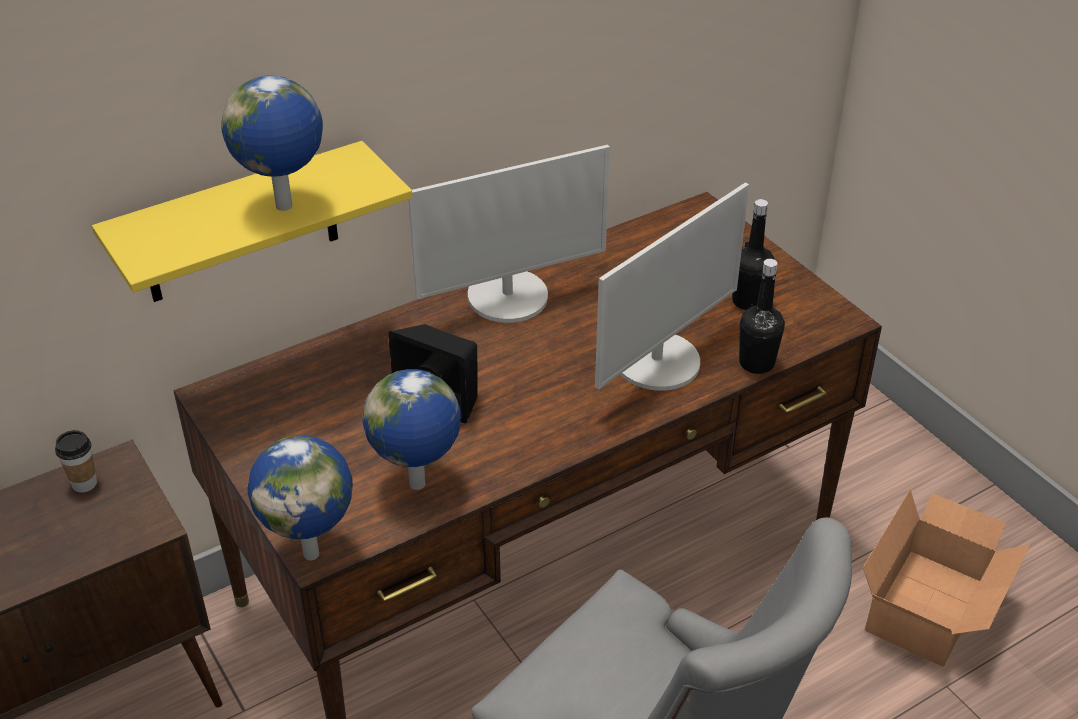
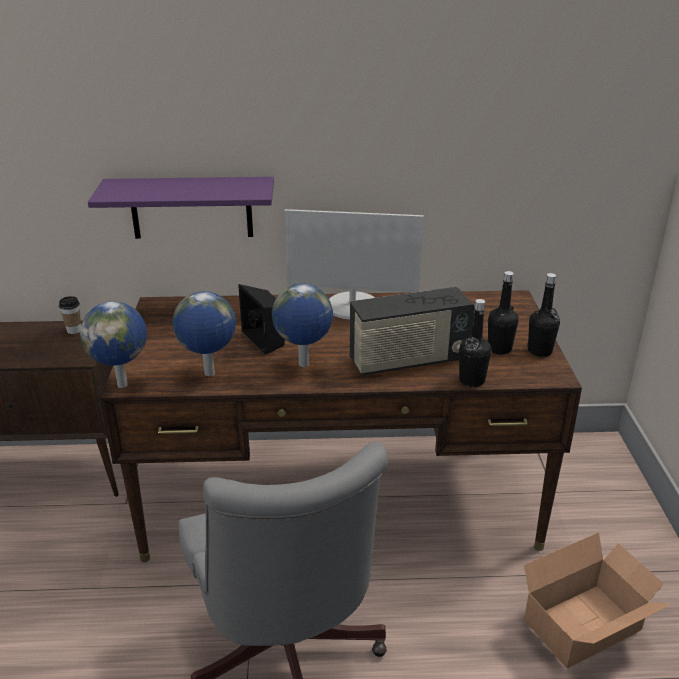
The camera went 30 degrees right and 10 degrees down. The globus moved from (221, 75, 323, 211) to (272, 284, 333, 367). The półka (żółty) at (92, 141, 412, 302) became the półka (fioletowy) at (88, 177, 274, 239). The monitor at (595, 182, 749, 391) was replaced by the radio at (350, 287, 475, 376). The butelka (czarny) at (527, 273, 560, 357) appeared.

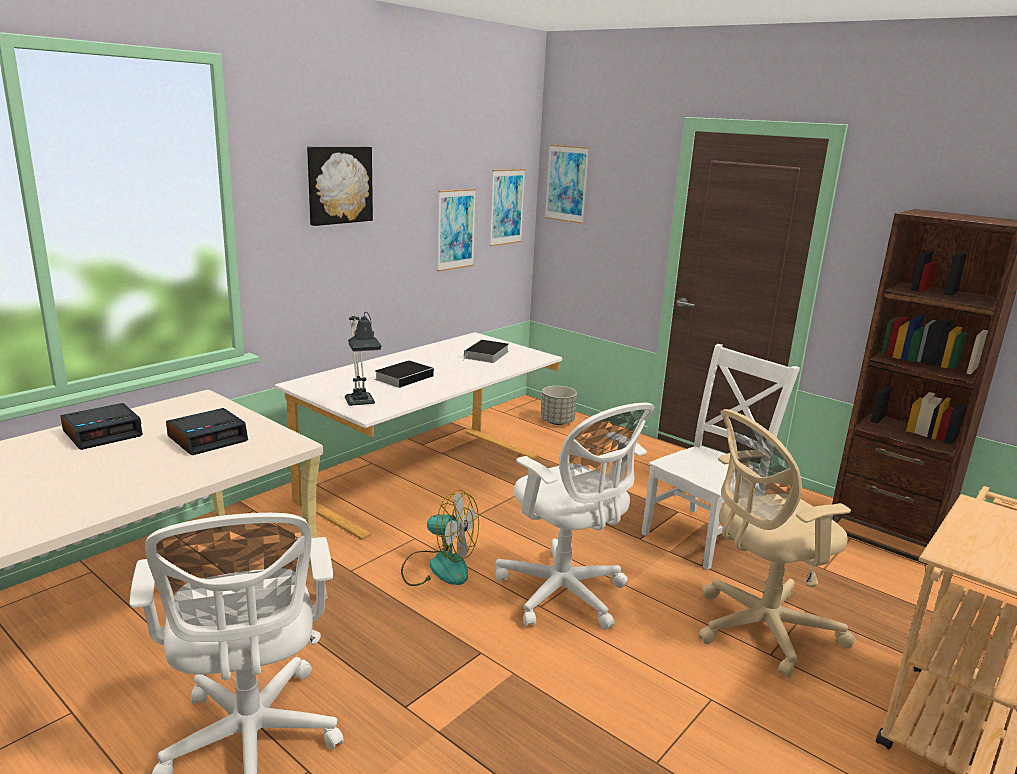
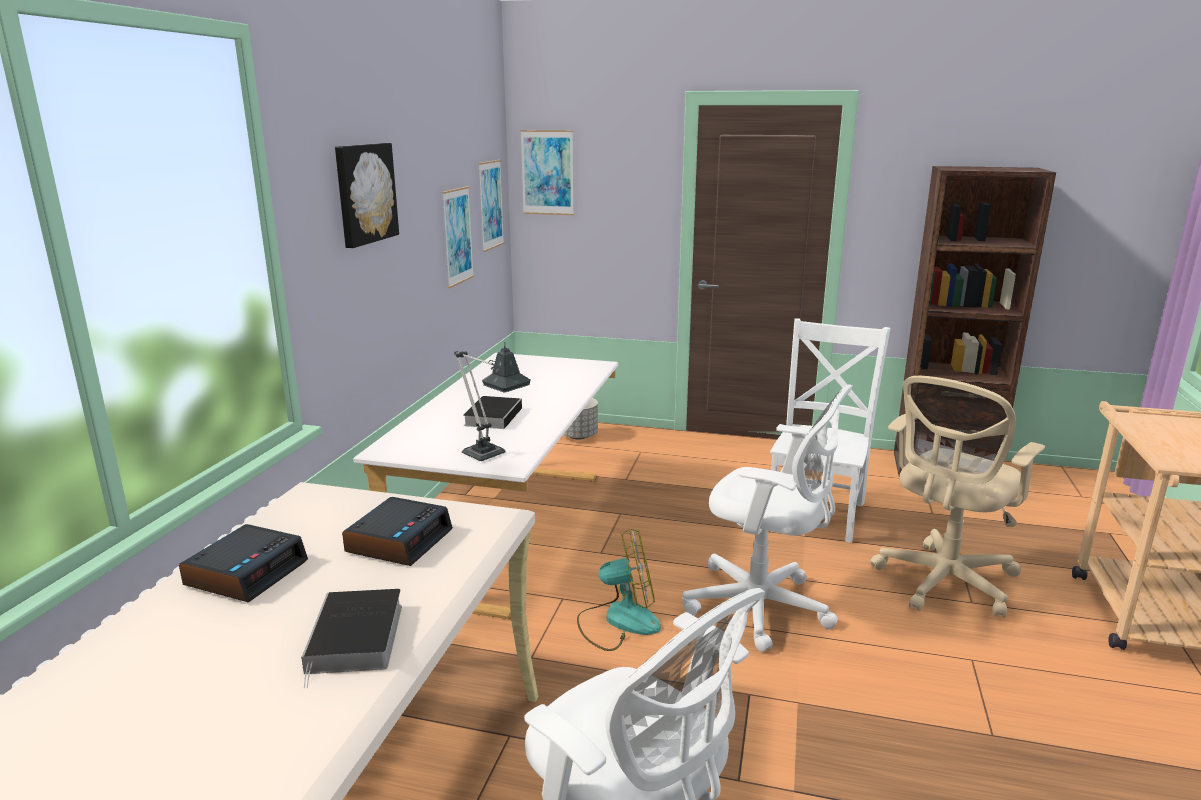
The camera went 25 degrees left and 0 degrees up. The książka moved from (462, 340, 509, 363) to (301, 589, 402, 688).

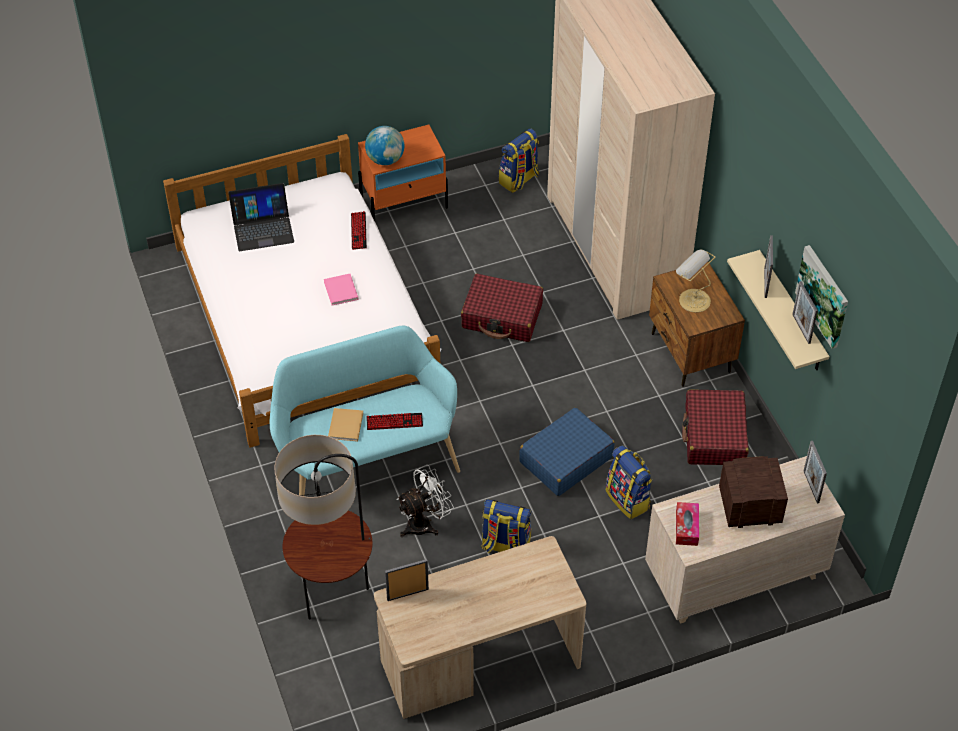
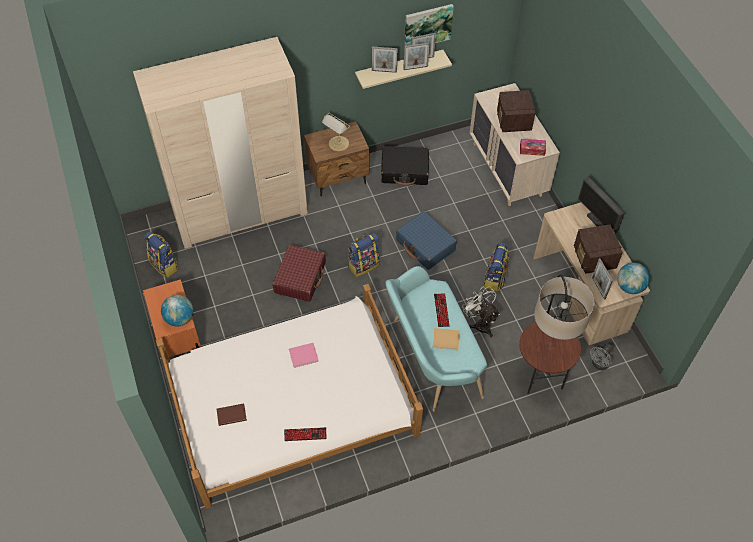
The camera went 90 degrees left and 5 degrees up. The laptop at (228, 183, 294, 251) was replaced by the książka (brązowy) at (217, 403, 247, 426). The klawiatura moved from (351, 211, 367, 250) to (284, 427, 327, 441). The walizka (czerwony) at (682, 389, 749, 465) became the walizka (czarny) at (381, 146, 429, 186). The ramka na zdjęcie moved from (804, 441, 827, 503) to (403, 42, 430, 70). The plecak moved from (606, 445, 652, 519) to (348, 233, 380, 277). The monitor at (578, 177, 625, 233) appeared. The radio at (574, 224, 623, 274) appeared. The globus at (617, 263, 650, 294) appeared. The wentylator (szary) at (590, 344, 613, 370) appeared.

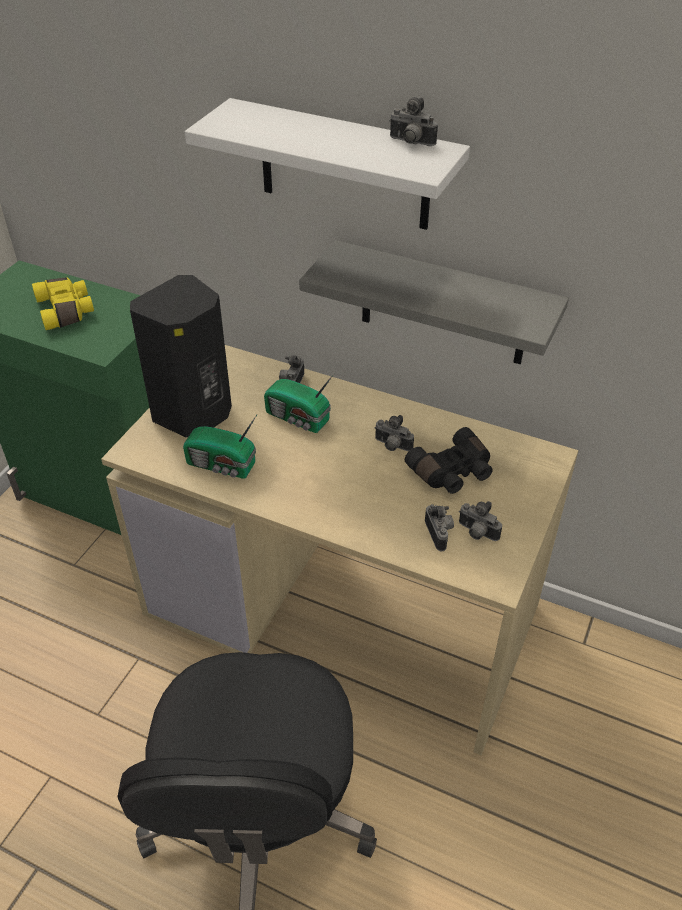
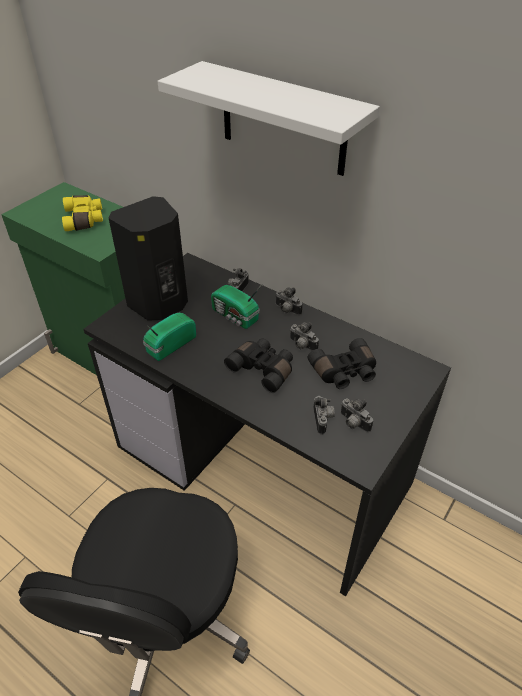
The camera went 10 degrees right and 0 degrees up. The aparat fotograficzny moved from (389, 97, 438, 146) to (275, 287, 302, 315). The półka (szary) at (299, 240, 569, 364) disappeared. The biurko (beżowy) at (101, 345, 578, 755) became the biurko (czarny) at (83, 253, 451, 596). The radio at (183, 415, 257, 479) turned 105 degrees clockwise. The lornetka (czarny) at (224, 338, 293, 393) appeared.

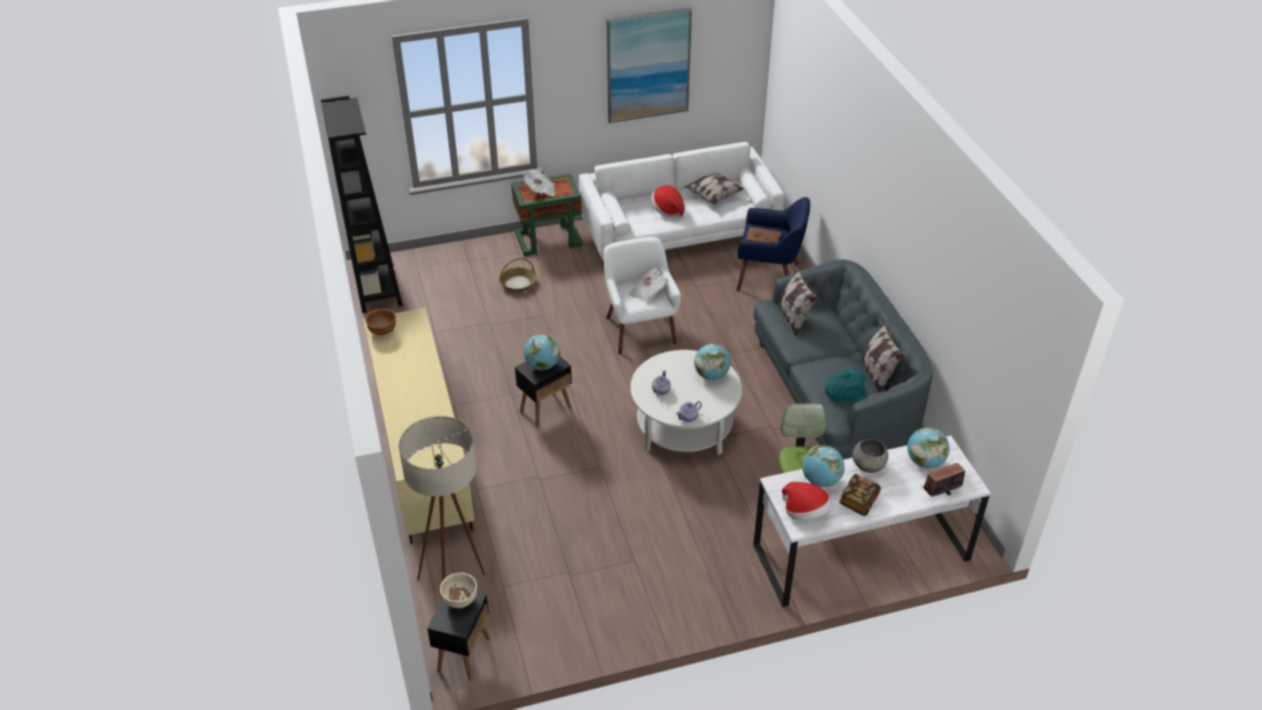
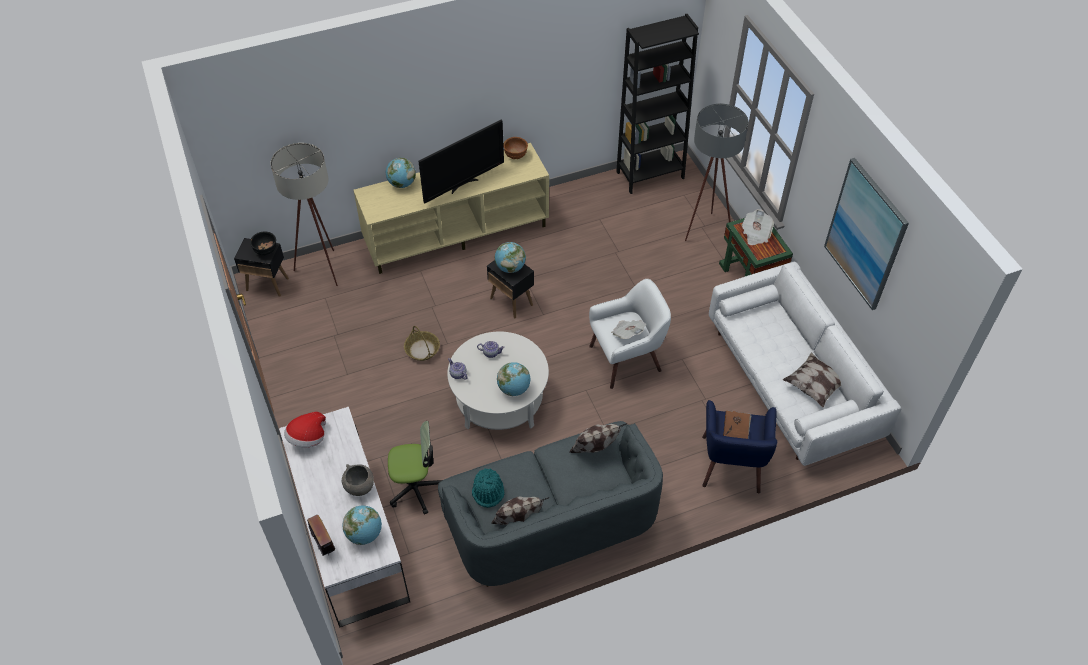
The camera went 85 degrees right and 10 degrees up. The kapelusz at (651, 185, 685, 218) disappeared. The koszyk moved from (499, 258, 536, 292) to (404, 326, 440, 361). The globus moved from (802, 445, 845, 487) to (386, 158, 416, 188). The książka at (839, 474, 881, 516) disappeared. The miska (beżowy) at (440, 572, 477, 608) became the miska (czarny) at (250, 231, 276, 255). The lampa stojąca (szary) at (685, 103, 749, 241) appeared. The telewizor at (418, 120, 504, 203) appeared.

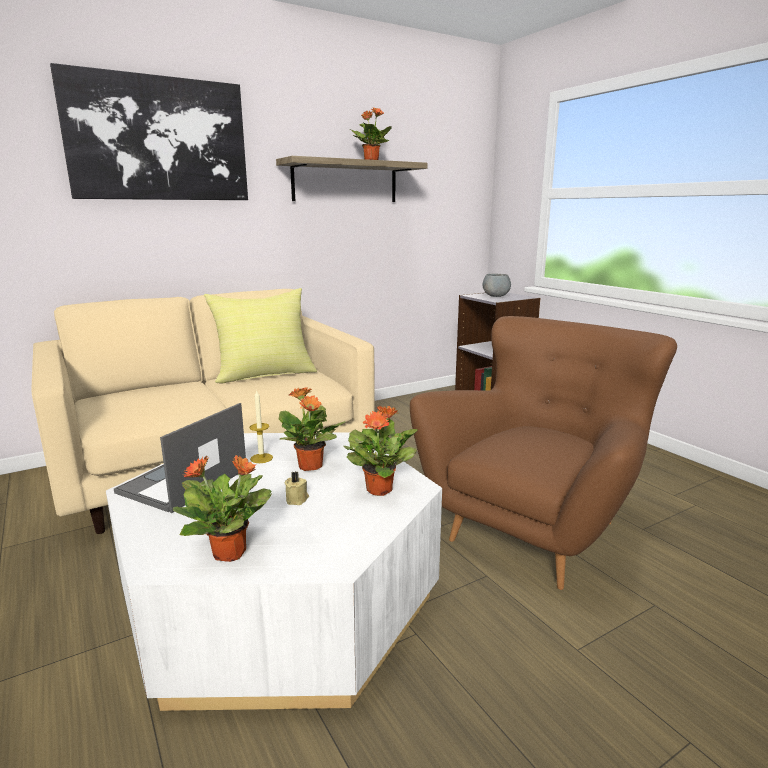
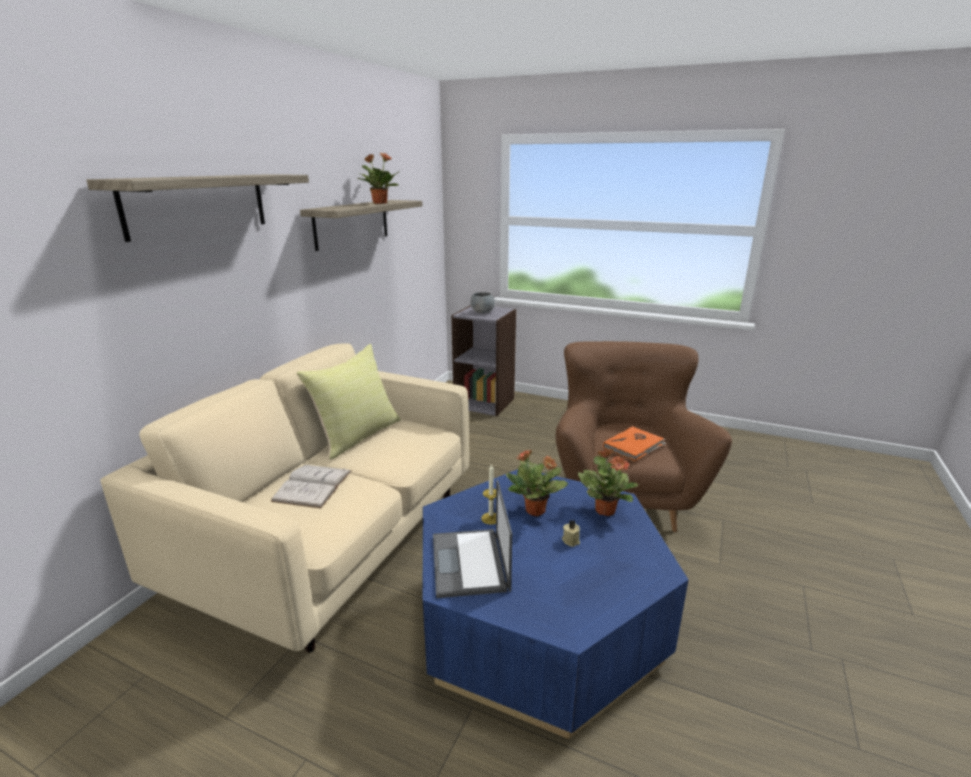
The camera went 35 degrees left and 5 degrees up. The obraz at (50, 63, 248, 200) was replaced by the półka at (86, 174, 309, 242). The ława (biały) at (106, 432, 442, 711) became the ława (niebieski) at (423, 469, 689, 739). The roślina doniczkowa at (173, 455, 272, 562) disappeared. The książka (pomarańczowy) at (603, 426, 666, 461) appeared. The książka (biały) at (270, 465, 352, 508) appeared.

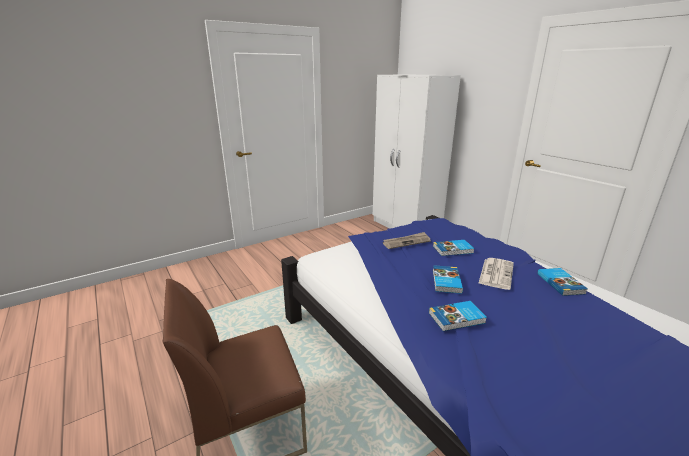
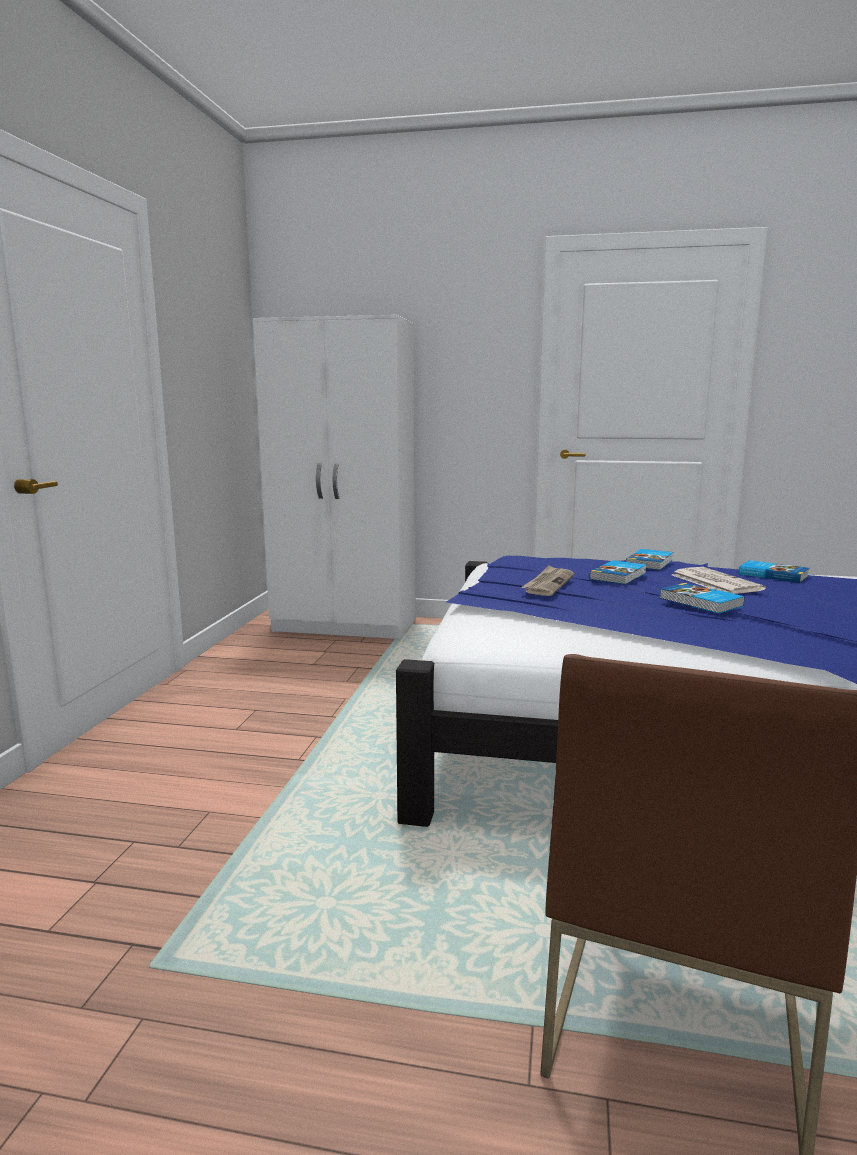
The camera went 45 degrees left and 10 degrees down. The książka moved from (429, 301, 487, 331) to (626, 549, 673, 570).

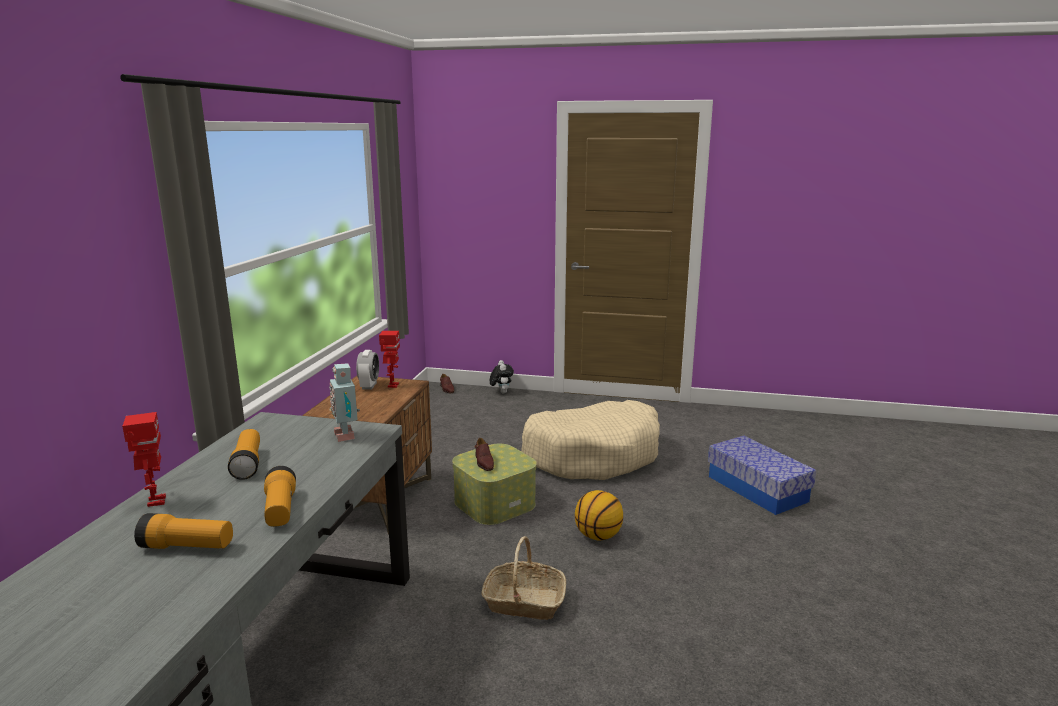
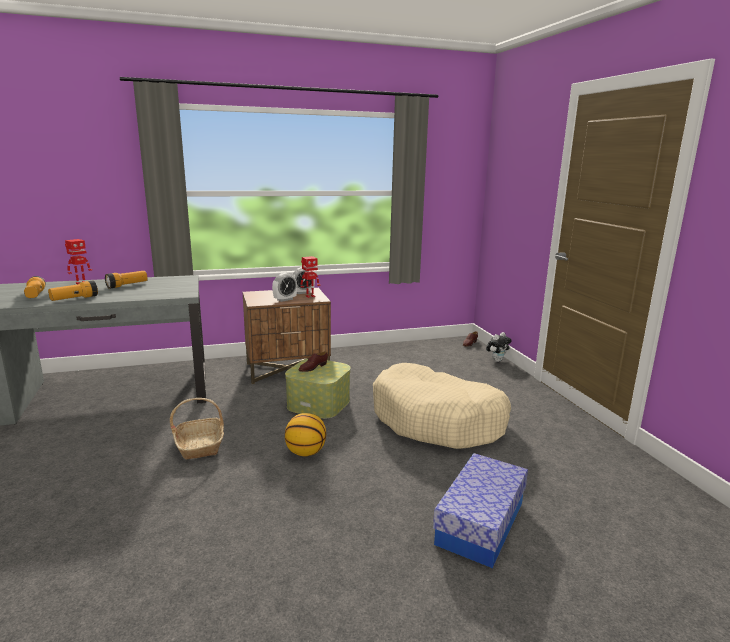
The camera went 60 degrees right and 0 degrees up. The robot zabawkowy at (329, 363, 360, 442) disappeared. The budzik at (272, 273, 297, 302) appeared.

